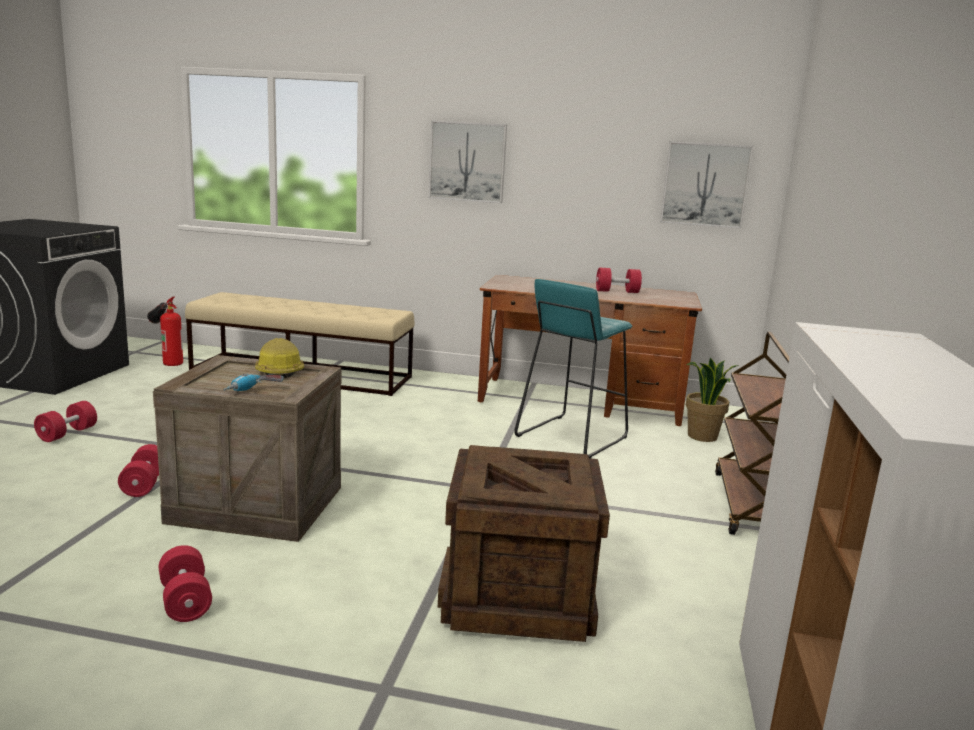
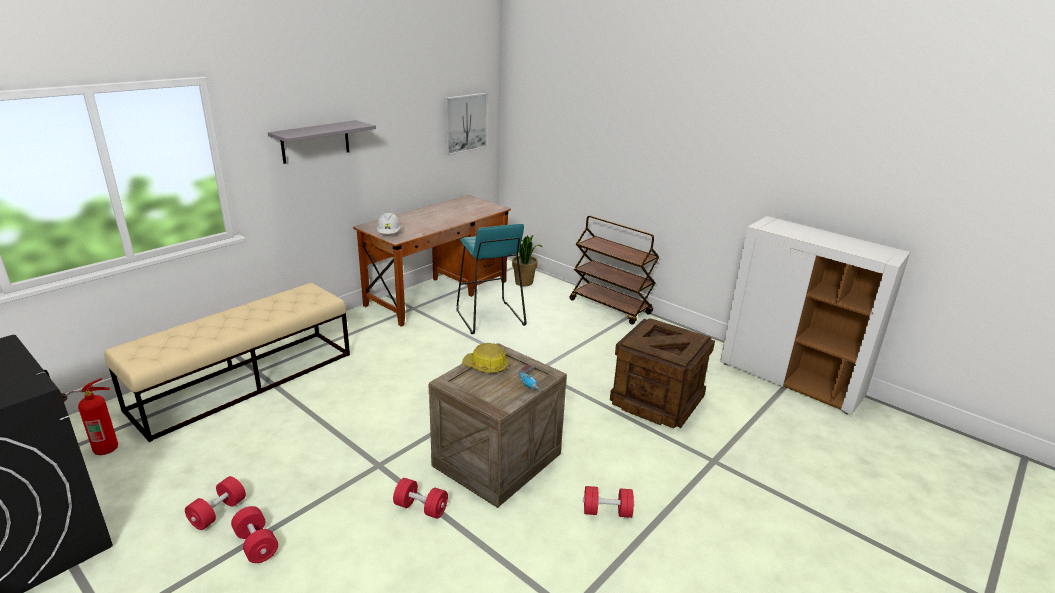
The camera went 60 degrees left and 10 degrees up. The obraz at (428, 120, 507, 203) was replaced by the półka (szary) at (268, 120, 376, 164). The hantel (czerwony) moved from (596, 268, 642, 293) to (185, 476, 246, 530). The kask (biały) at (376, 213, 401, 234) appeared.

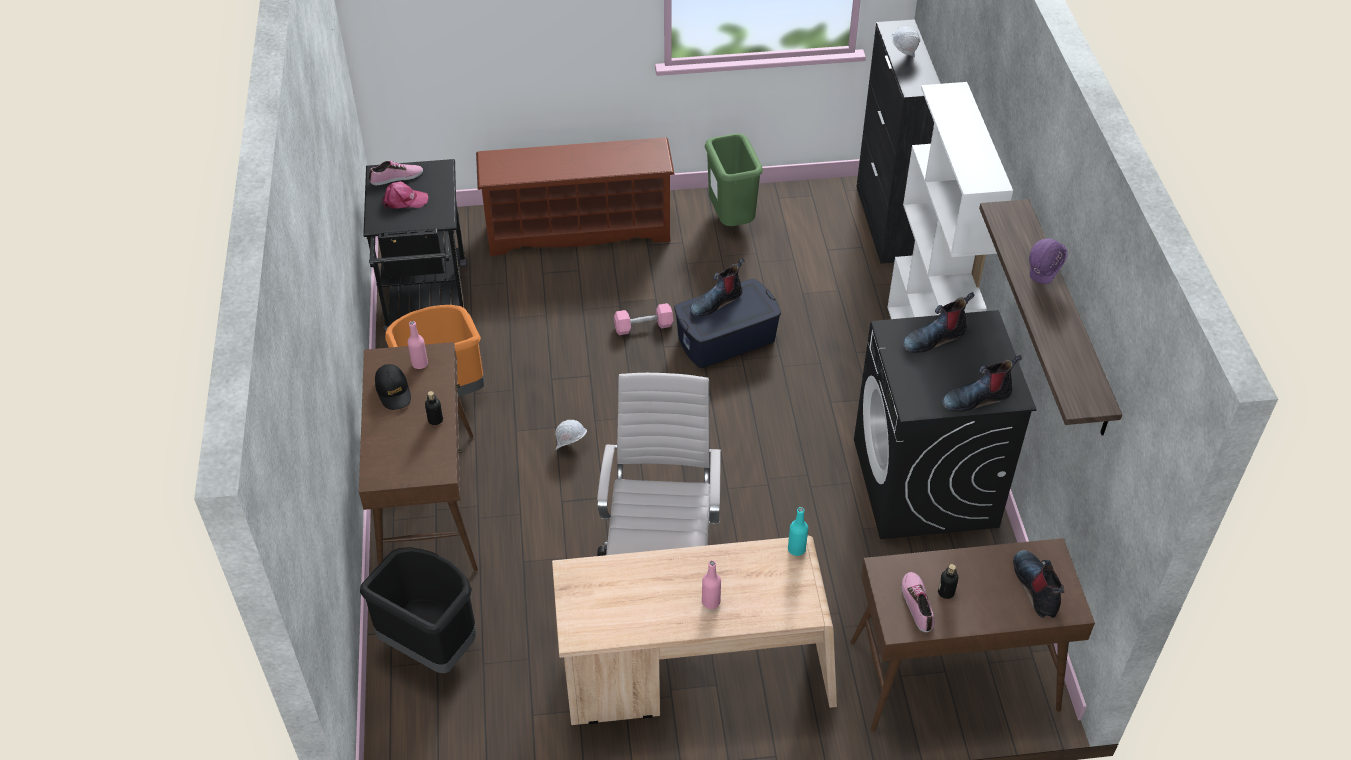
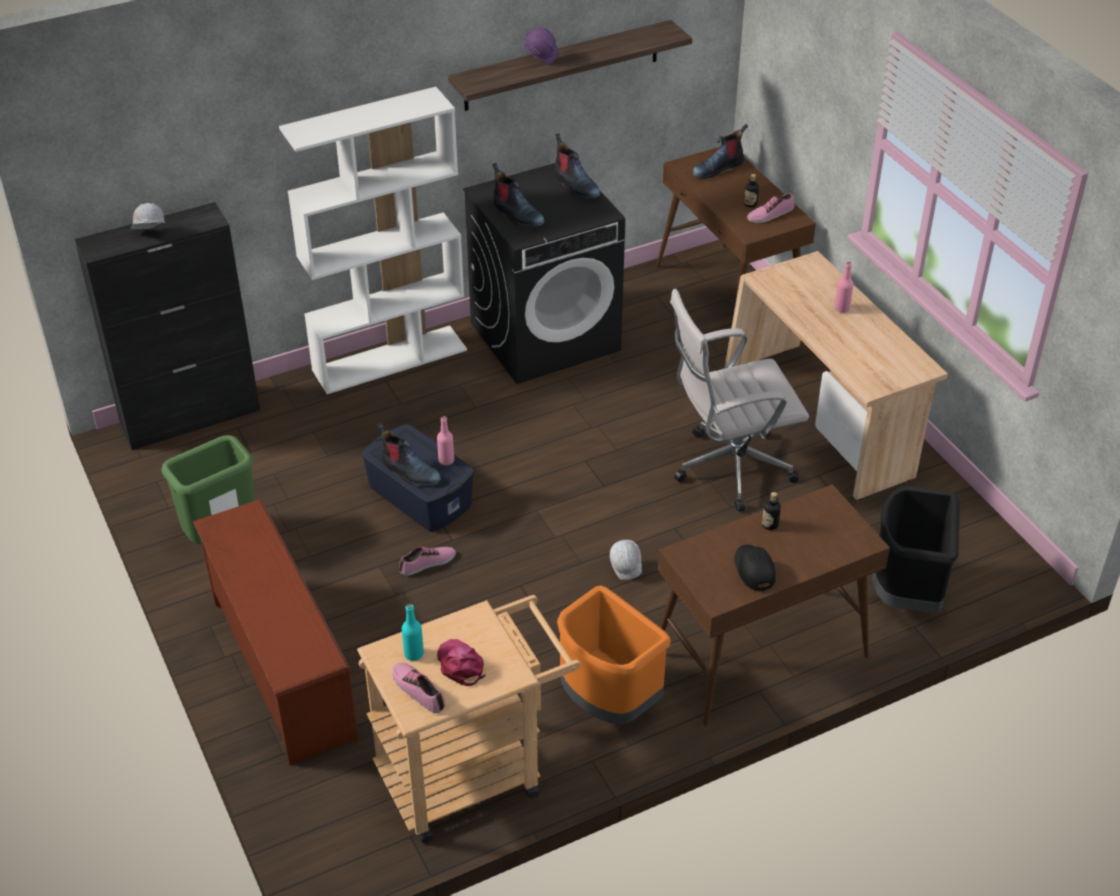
The camera went 110 degrees left and 5 degrees down. The wózek (czarny) at (363, 159, 467, 333) became the wózek (beżowy) at (357, 595, 581, 843). The hantel (różowy) at (614, 303, 673, 335) was replaced by the but at (399, 547, 456, 576). The butelka (różowy) moved from (408, 321, 428, 369) to (437, 416, 454, 465). The czapka z daszkiem (czarny) at (375, 364, 411, 410) turned 60 degrees counterclockwise. The butelka (turkusowy) moved from (788, 507, 808, 556) to (402, 604, 424, 661).

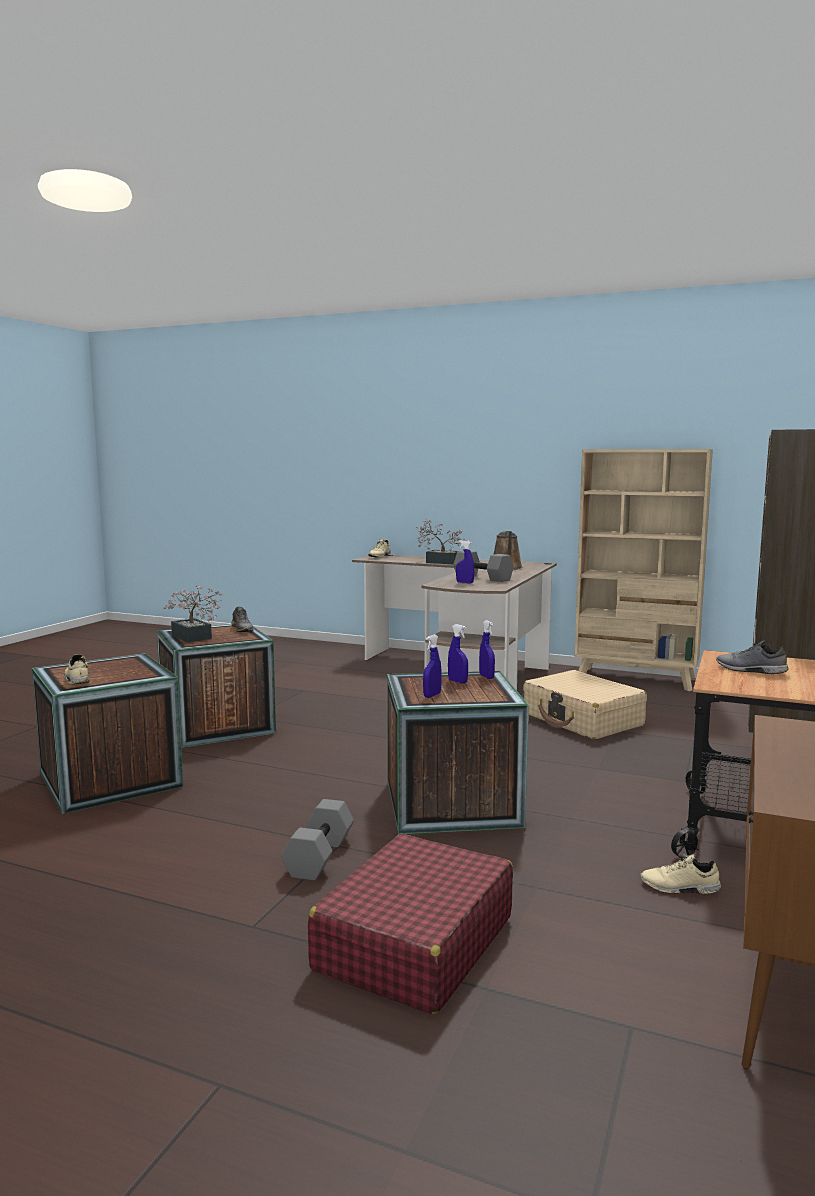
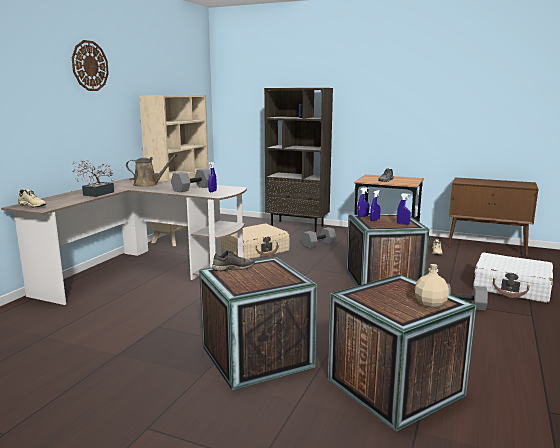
The camera went 90 degrees left and 5 degrees up. The roślina doniczkowa at (163, 585, 222, 642) disappeared. The but (beżowy) at (64, 654, 90, 685) was replaced by the butelka (beżowy) at (415, 264, 449, 308). The walizka (czerwony) at (308, 834, 513, 1015) became the walizka (biały) at (473, 252, 553, 303). The zegar ścienny at (72, 40, 109, 91) appeared. The hantel (szary) at (302, 227, 336, 248) appeared.

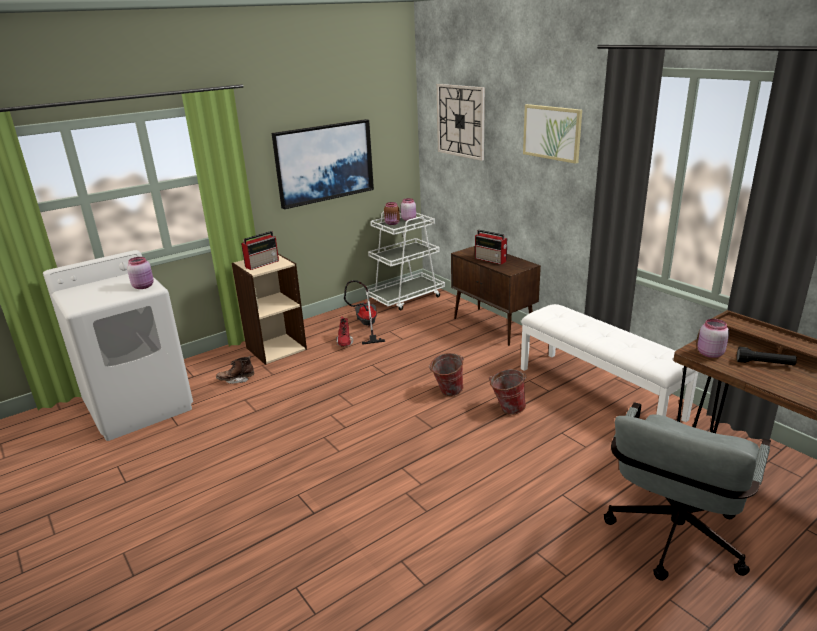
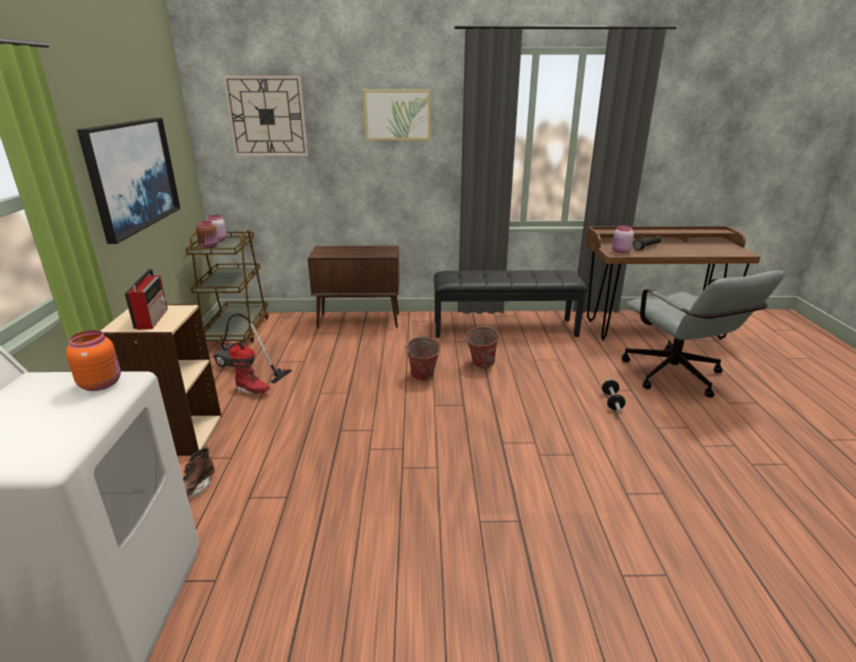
The camera went 55 degrees left and 0 degrees up. The wózek (biały) at (366, 210, 445, 310) became the wózek (brązowy) at (186, 230, 269, 342). The radio at (475, 230, 507, 265) disappeared. The słoik (różowy) at (127, 257, 154, 289) became the słoik (pomarańczowy) at (66, 330, 121, 391). The ławka (biały) at (521, 304, 698, 422) became the ławka (czarny) at (434, 270, 587, 338). The hantel at (602, 379, 625, 412) appeared.

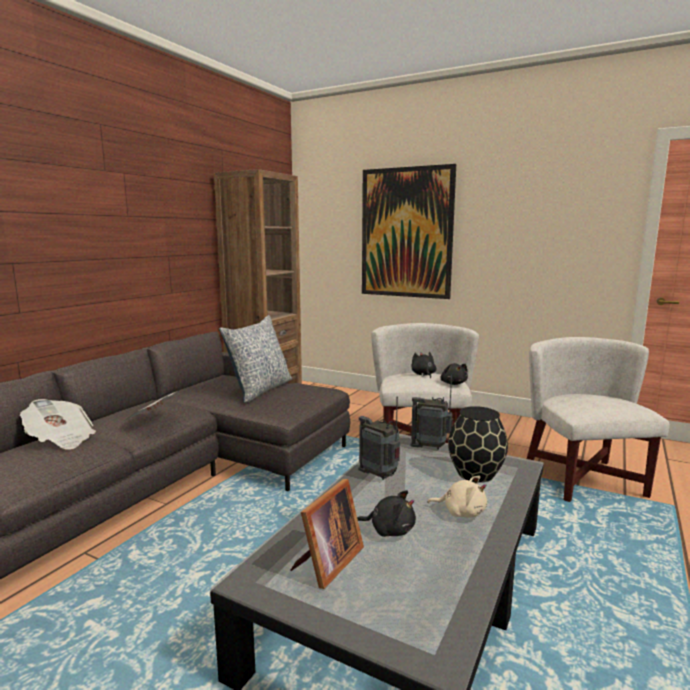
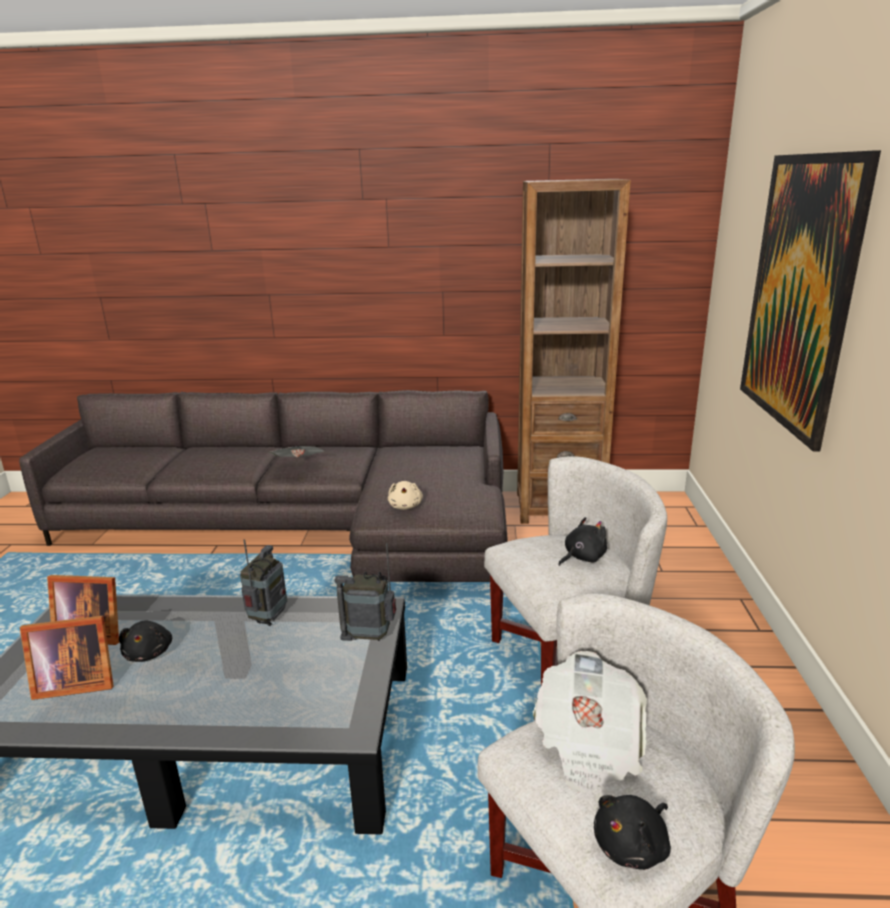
The camera went 65 degrees right and 10 degrees up. The poduszka at (219, 315, 292, 403) disappeared. The pluszak (czarny) moved from (441, 363, 468, 385) to (594, 795, 671, 870). The radio at (411, 374, 453, 450) turned 75 degrees counterclockwise. The gazeta moved from (20, 399, 96, 450) to (533, 651, 647, 793). The wazon (czarny) at (448, 406, 508, 482) disappeared. The pluszak (beżowy) moved from (427, 476, 487, 518) to (388, 481, 423, 510). The ramka na zdjęcie at (20, 616, 114, 700) appeared.

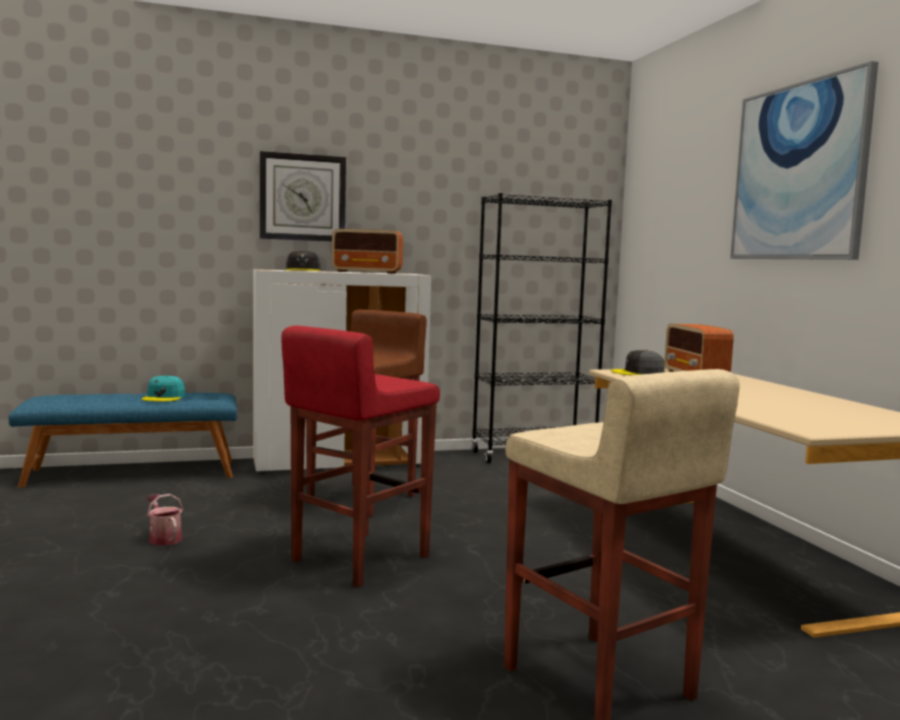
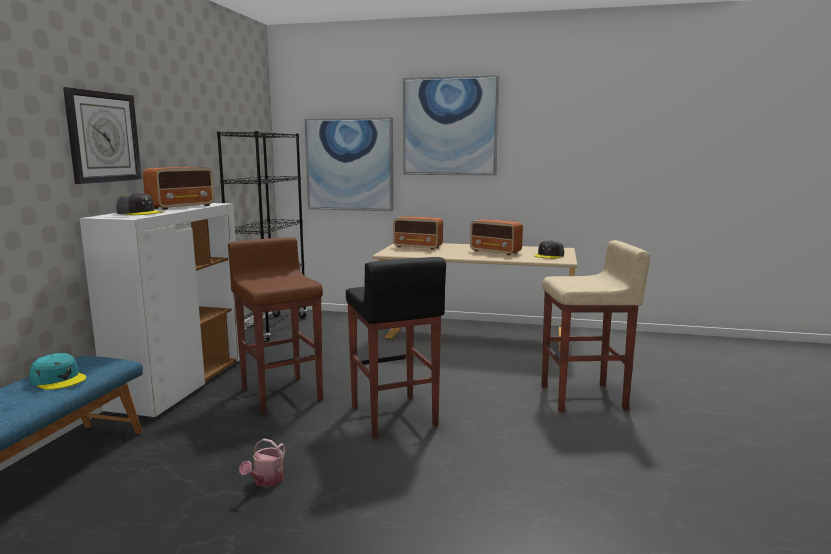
The camera went 60 degrees left and 5 degrees up. The stołek (czerwony) at (281, 326, 440, 587) became the stołek (czarny) at (346, 257, 446, 438). The czapka z daszkiem (szary) moved from (611, 350, 665, 375) to (534, 240, 564, 259). The konewka at (147, 494, 184, 545) turned 60 degrees counterclockwise. The obraz at (305, 118, 394, 211) appeared. The radio at (470, 219, 523, 255) appeared.

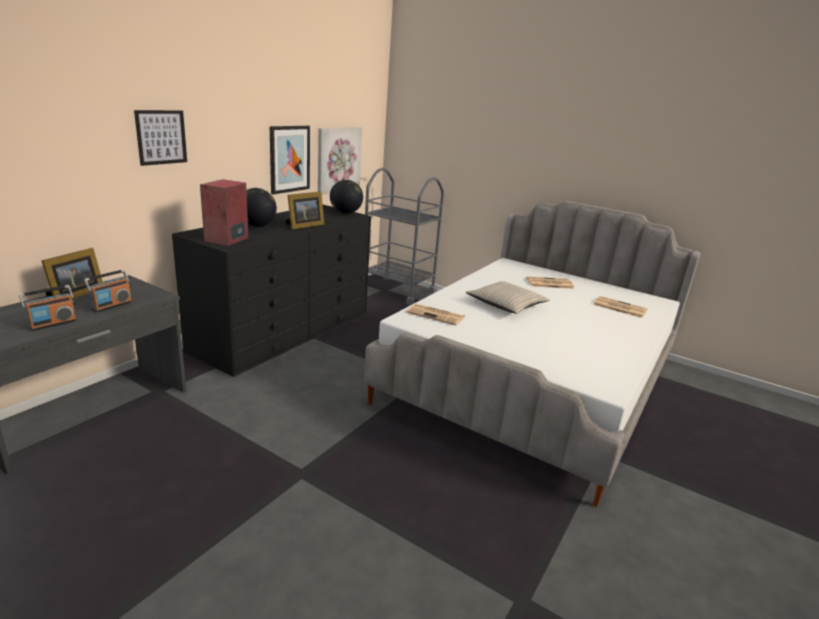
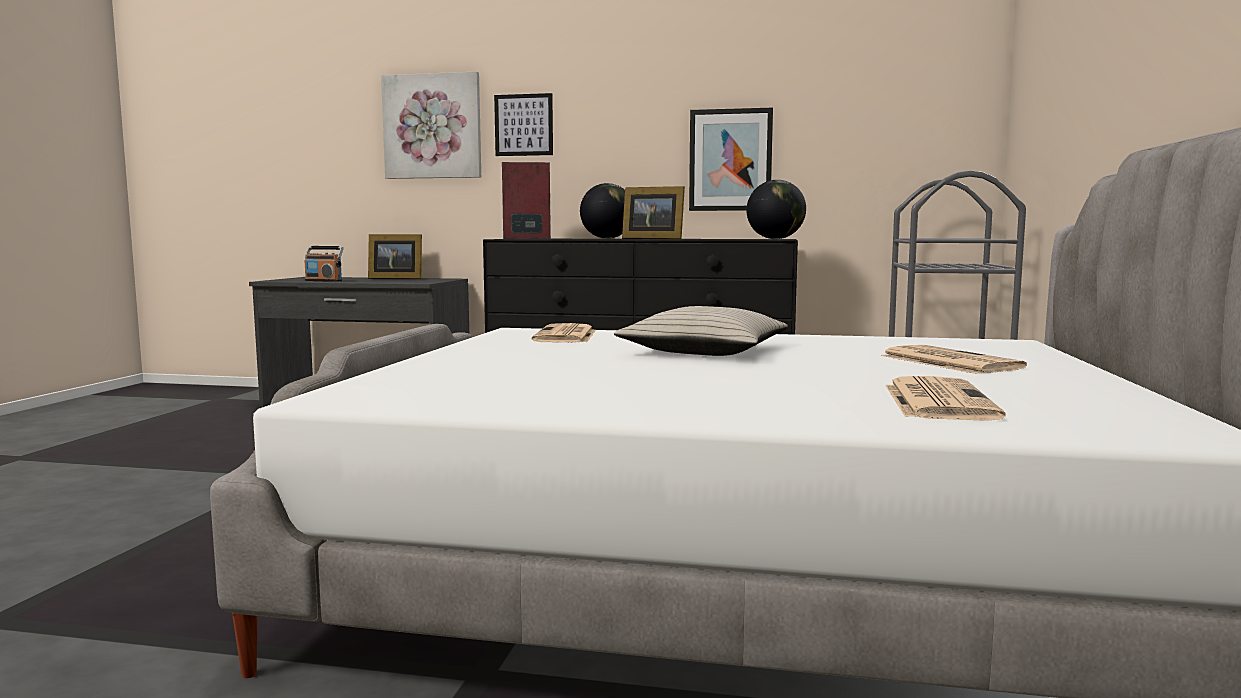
The camera went 70 degrees right and 15 degrees down. The obraz moved from (318, 127, 362, 195) to (381, 71, 481, 179). The radio at (84, 269, 132, 312) disappeared.

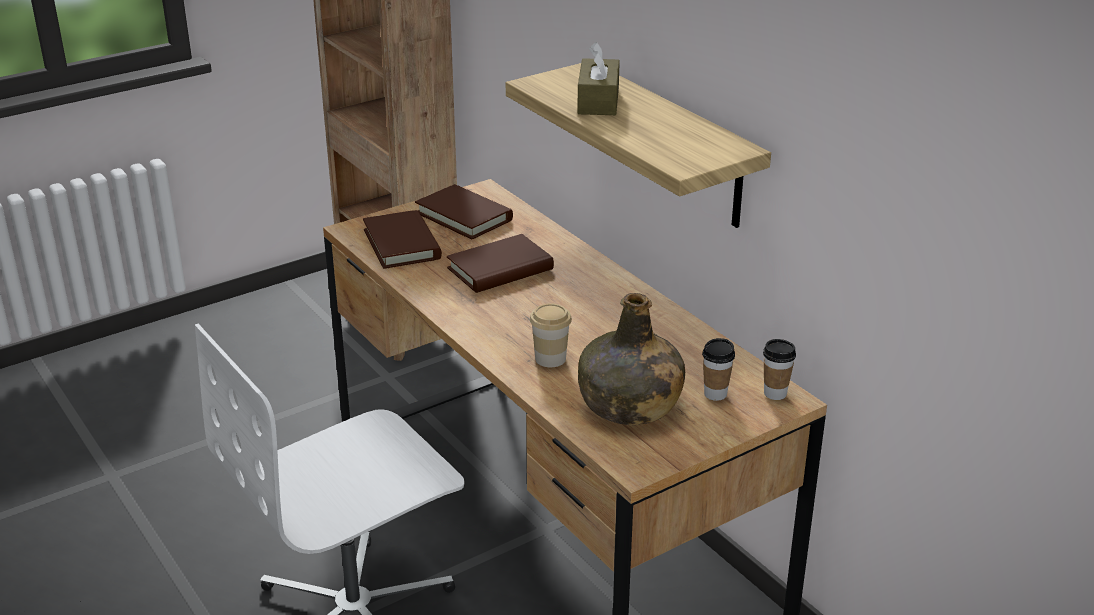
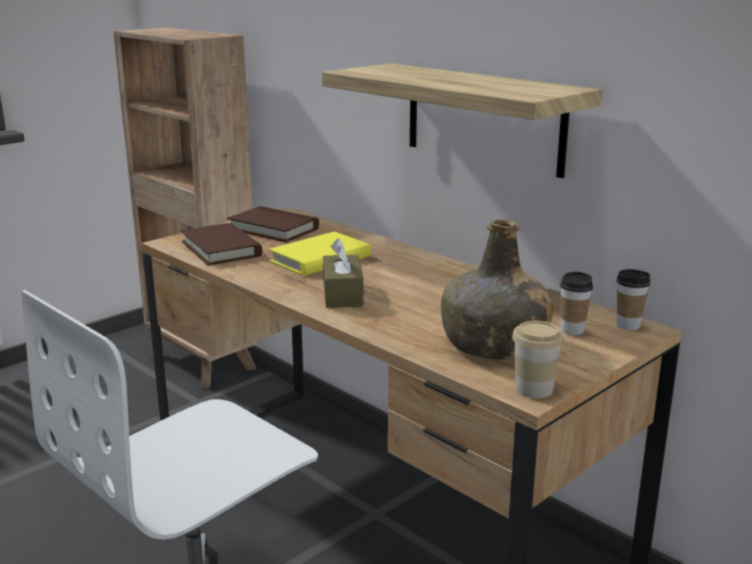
The camera went 10 degrees left and 10 degrees down. The pudełko chusteczek (brązowy) moved from (577, 42, 620, 115) to (323, 238, 364, 308). The książka (brązowy) at (447, 234, 554, 293) became the książka (żółty) at (269, 232, 371, 276). The filiżanka moved from (530, 303, 572, 367) to (512, 321, 564, 398).

